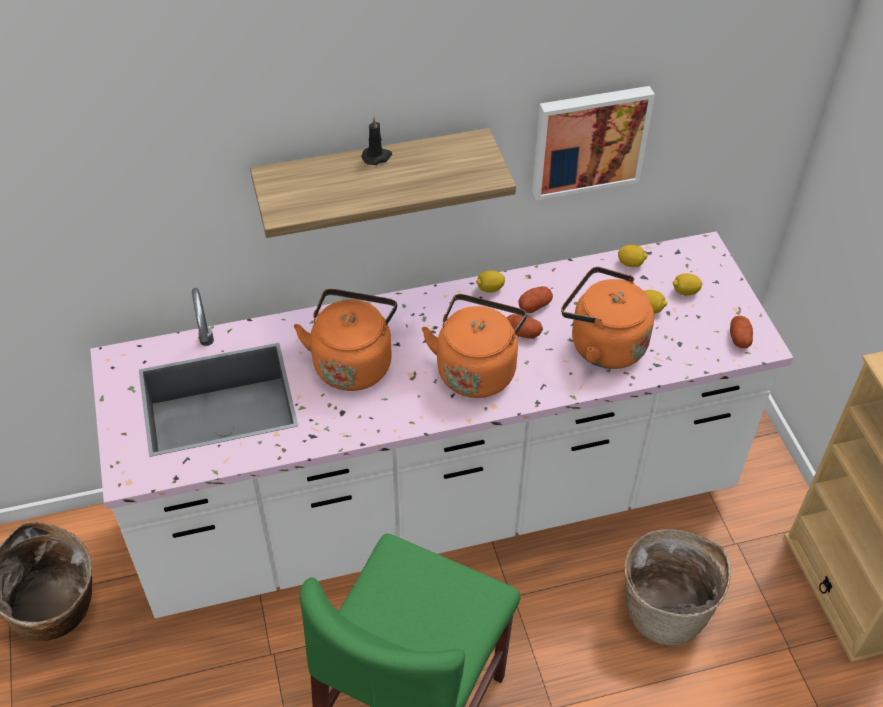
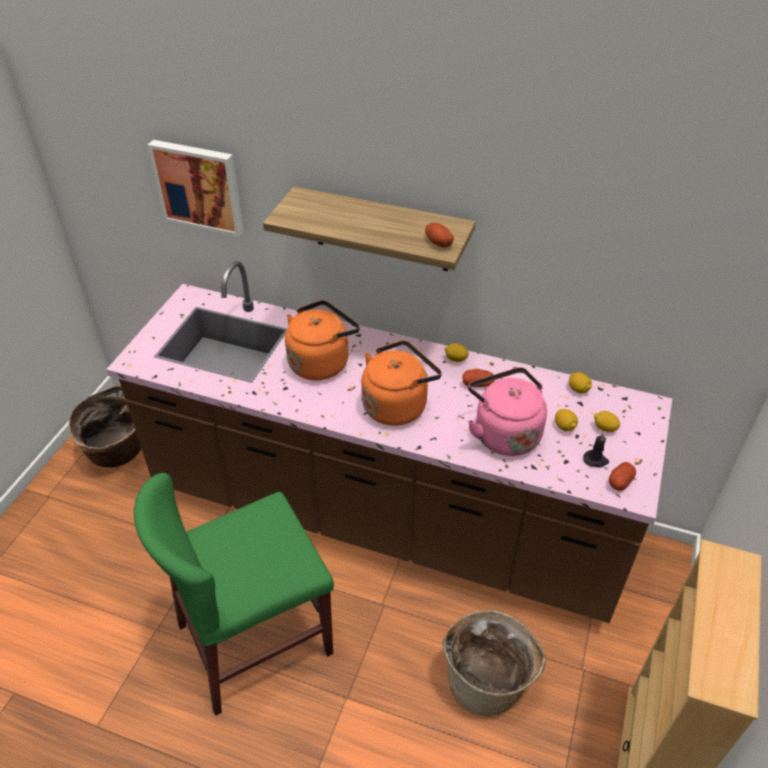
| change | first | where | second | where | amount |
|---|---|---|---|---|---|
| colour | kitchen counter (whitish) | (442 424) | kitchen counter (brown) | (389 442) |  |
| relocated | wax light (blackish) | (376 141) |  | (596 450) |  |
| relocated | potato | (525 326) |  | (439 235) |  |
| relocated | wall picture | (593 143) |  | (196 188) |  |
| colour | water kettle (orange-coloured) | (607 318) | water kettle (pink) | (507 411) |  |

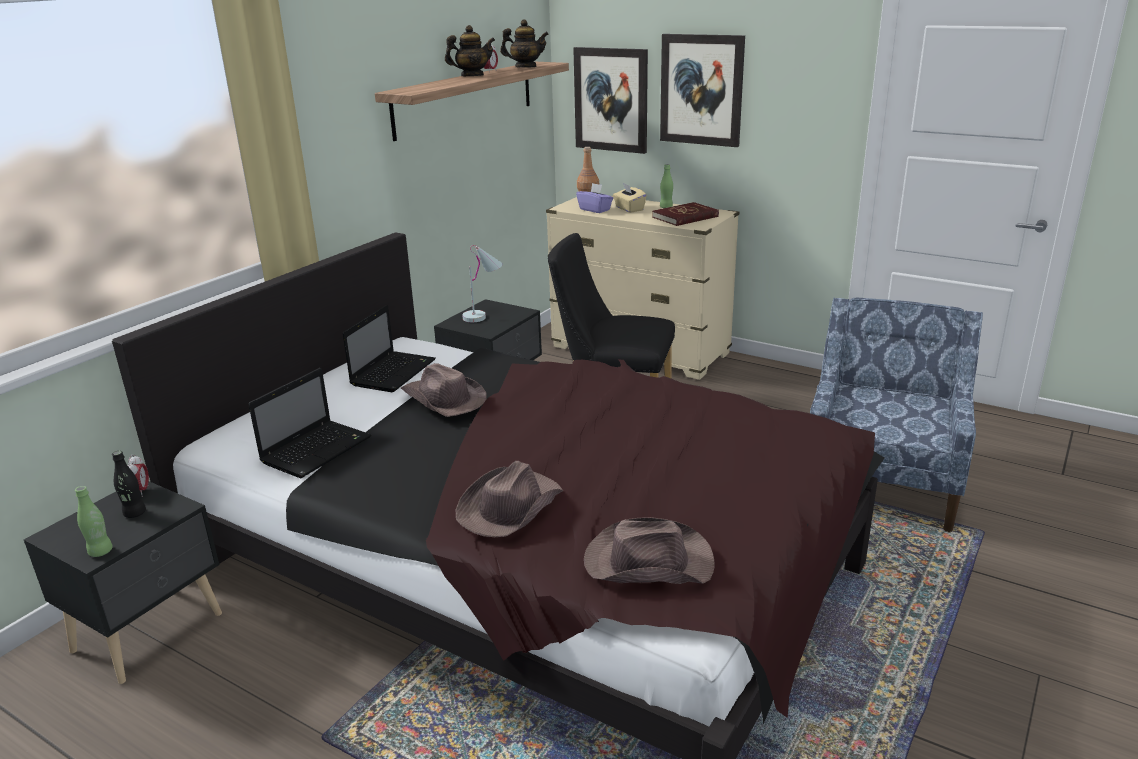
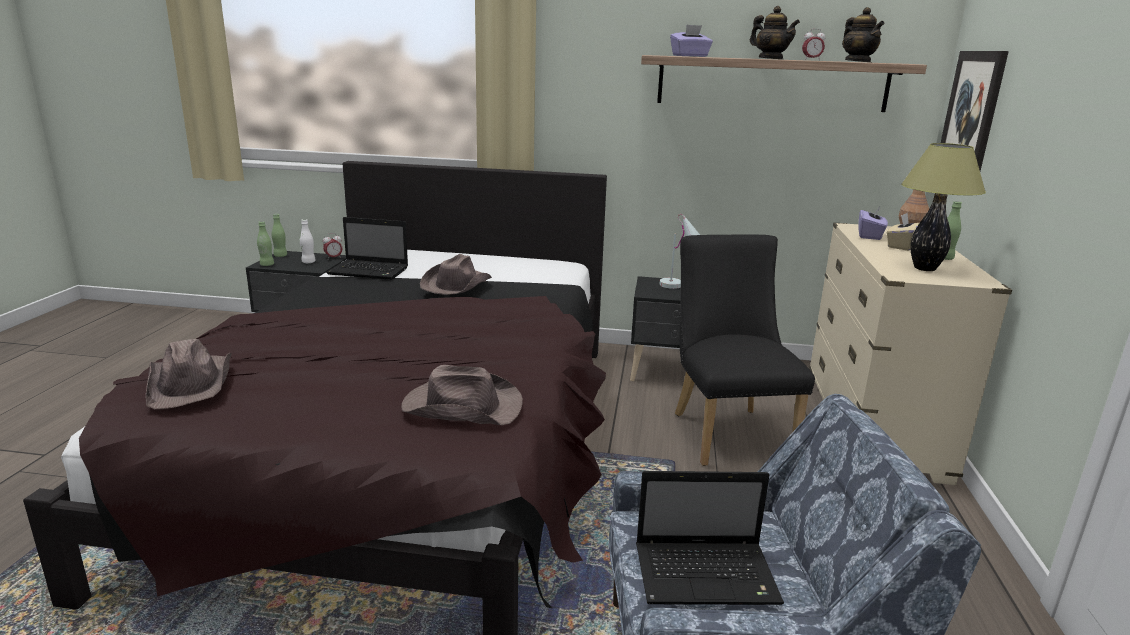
| change | first | where | second | where | amount |
|---|---|---|---|---|---|
| colour | drink bottle (blackish) | (129 484) | drink bottle (whitish) | (308 241) |  |
| relocated | notebook computer | (389 348) |  | (710 538) |  |
| relocated | clothing hat (brown) | (509 499) |  | (462 395) |  |
| exchanged | bound book (reddish) | (685 214) | table lamp | (943 207) |  |
| missing | wall picture | (702 90) |  |  |  |
| appeared |  |  | drink bottle (green) | (279 235) |  |
| appeared |  |  | box of tissues (purple-coloured) | (691 41) |  |

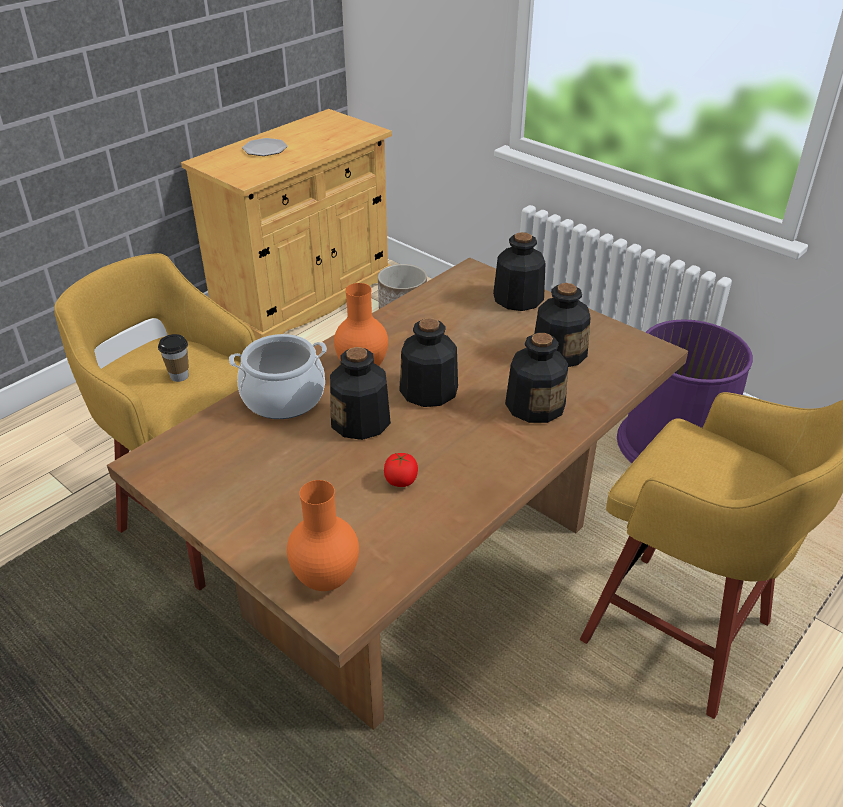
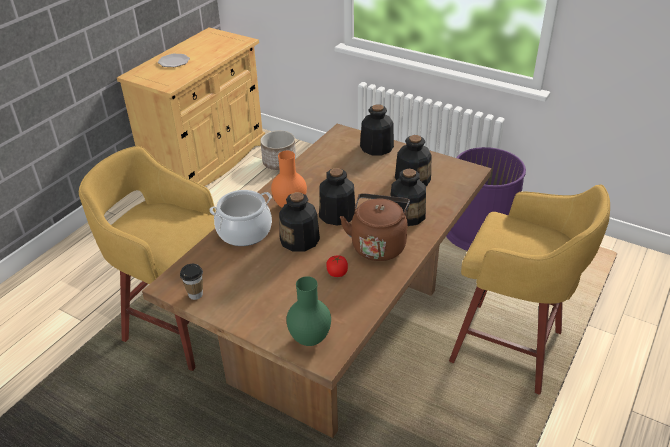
| change | first | where | second | where | amount |
|---|---|---|---|---|---|
| relocated | cup | (173 358) |  | (191 282) |  |
| colour | decorative vase (orange-coloured) | (323 535) | decorative vase (green) | (308 311) |  |
| appeared |  |  | water kettle (brown) | (375 227) |  |

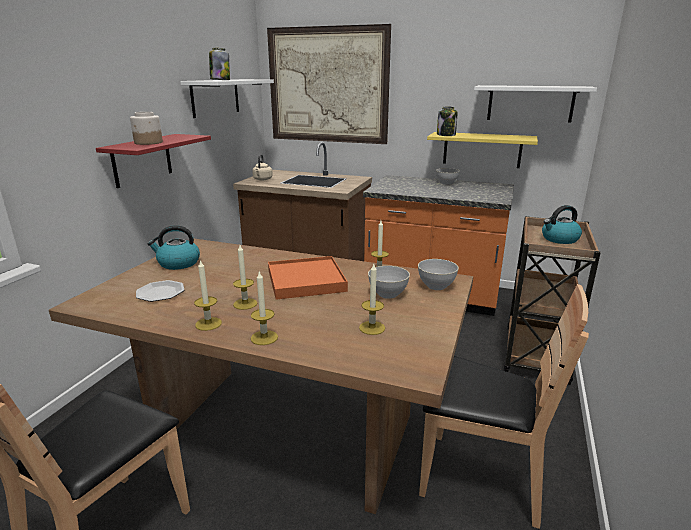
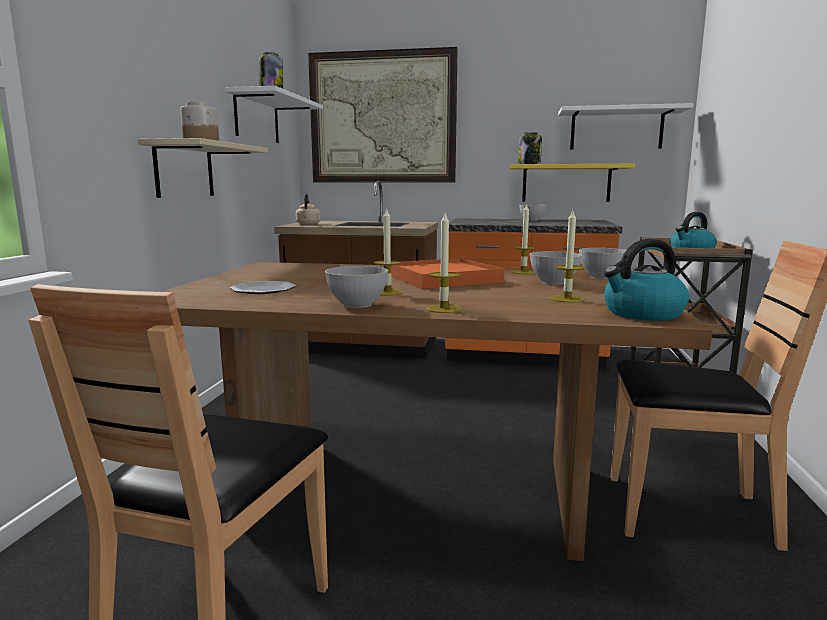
| change | first | where | second | where | amount |
|---|---|---|---|---|---|
| colour | shelf (reddish) | (153 161) | shelf (sand-coloured) | (203 168) |  |
| relocated | water kettle | (173 247) |  | (646 280) |  |
| exchanged | wax light | (208 295) | serving bowl (gray) | (356 287) |  |

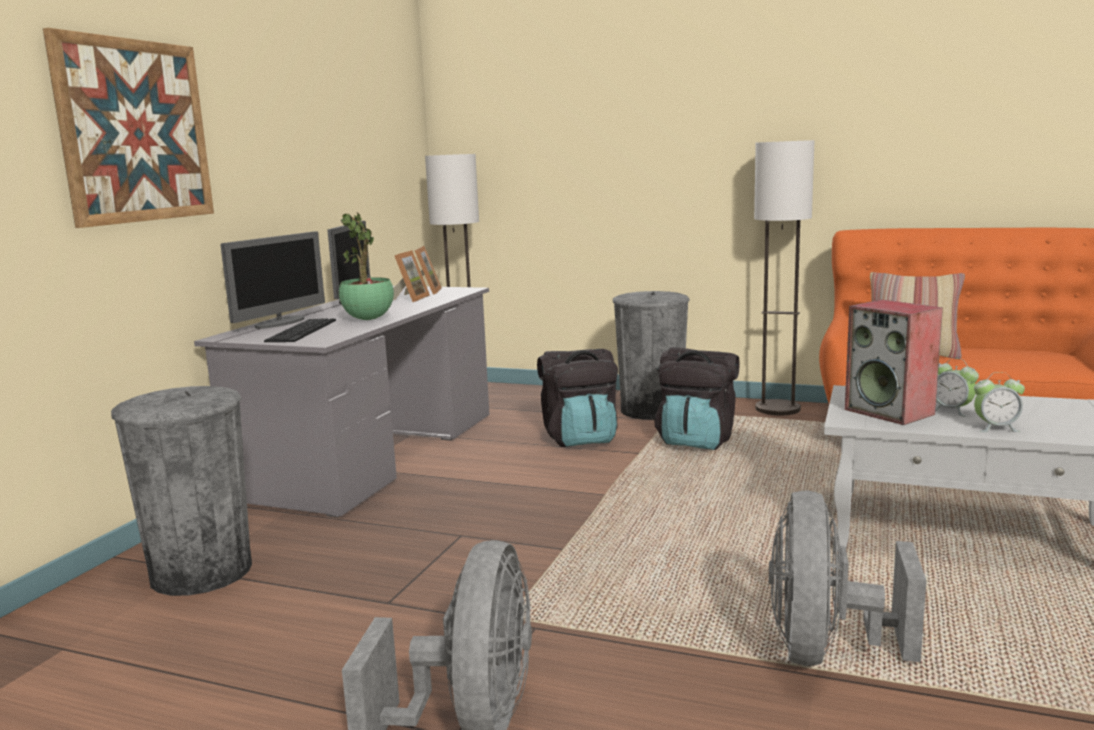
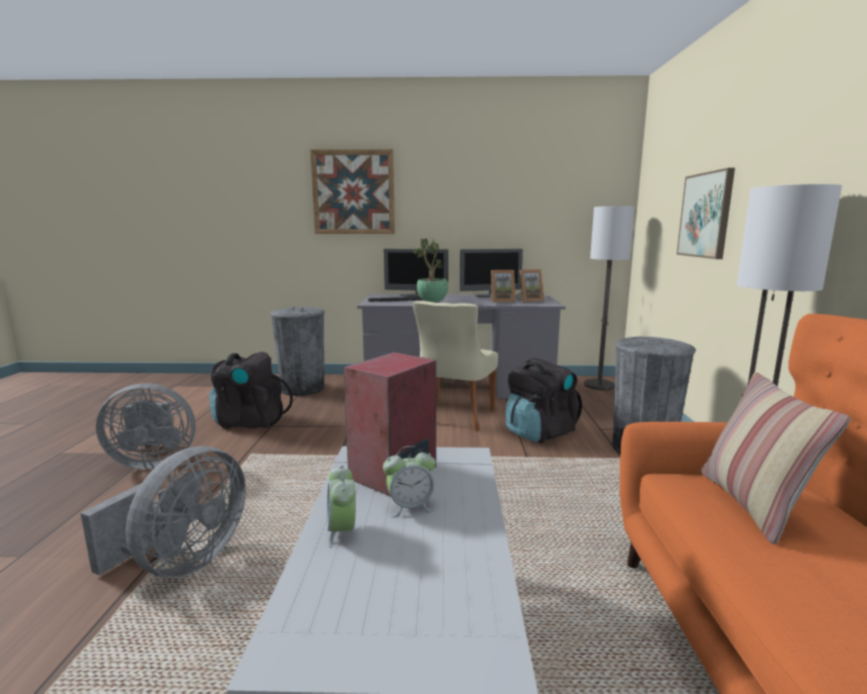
| change | first | where | second | where | amount |
|---|---|---|---|---|---|
| relocated | knapsack (blackish) | (697 398) |  | (251 390) |  |
| spun | electric fan (gray) | (847 578) |  | (163 511) | 120 degrees clockwise |
| spun | alarm clock | (957 387) |  | (409 482) | 135 degrees counterclockwise |
| appeared |  |  | chair (sand-coloured) | (455 366) |  |
| appeared |  |  | wall picture | (706 213) |  |

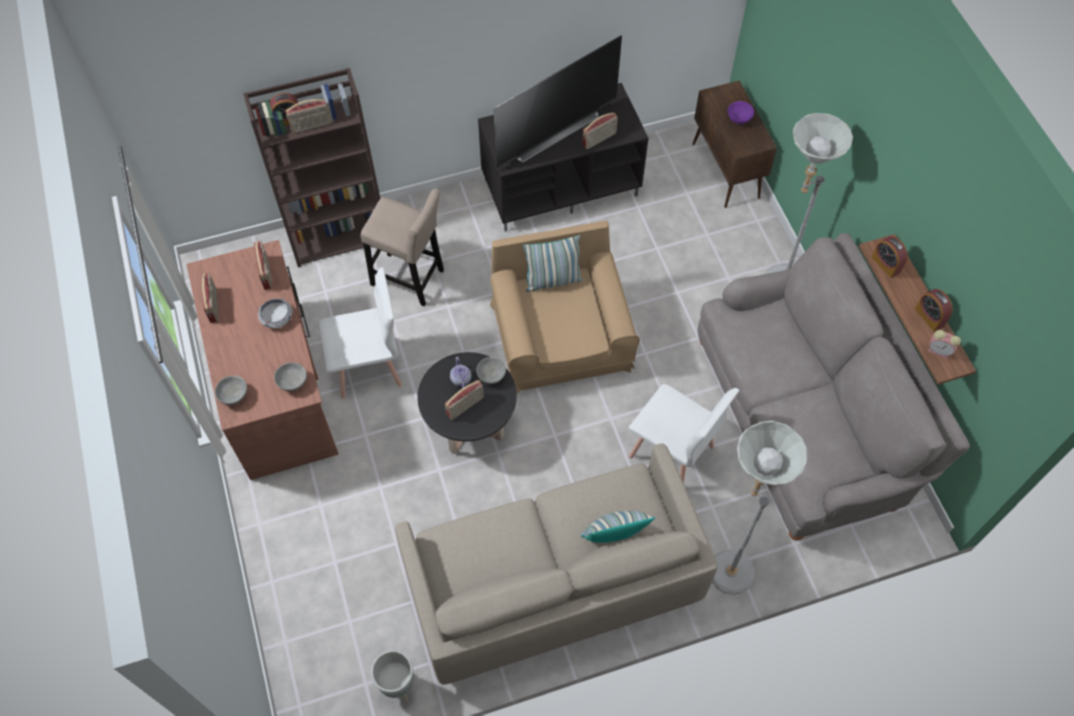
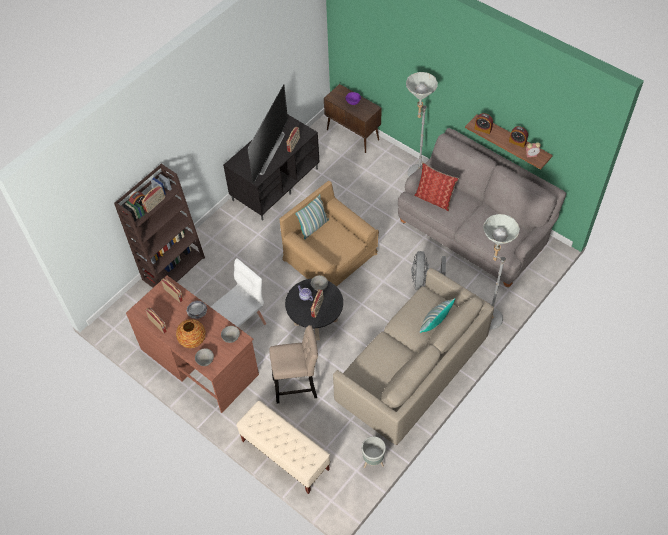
| change | first | where | second | where | amount |
|---|---|---|---|---|---|
| relocated | sitting stool (sand-coloured) | (402 247) |  | (293 364) |  |
| exchanged | chair (whitish) | (684 433) | electric fan (gray) | (428 270) |  |
| appeared |  |  | decorative vase | (190 333) |  |
| appeared |  |  | long seat (sand-coloured) | (283 447) |  |
| appeared |  |  | cushion | (436 187) |  |

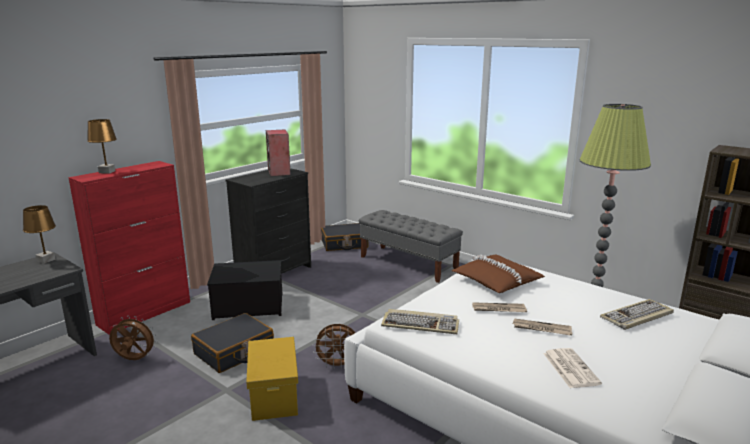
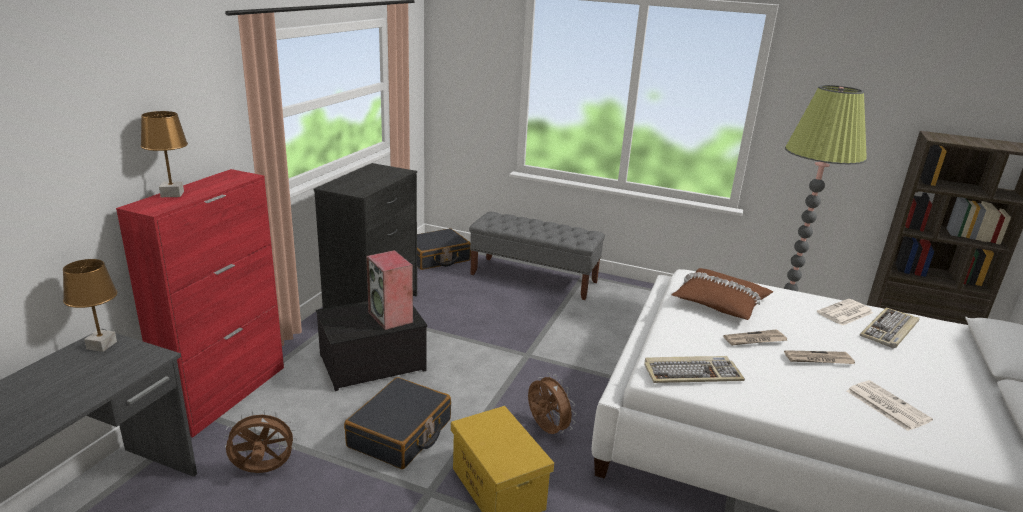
| change | first | where | second | where | amount |
|---|---|---|---|---|---|
| relocated | speaker | (278 153) |  | (389 290) |  |
| spun | electric fan (brown) | (334 346) |  | (552 403) | 105 degrees counterclockwise |
| appeared |  |  | daily paper | (845 312) |  |

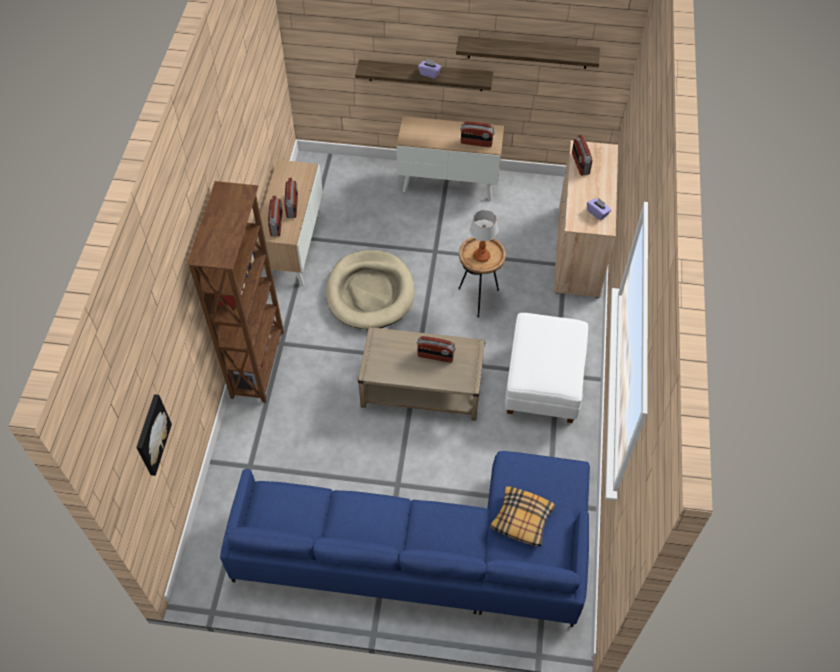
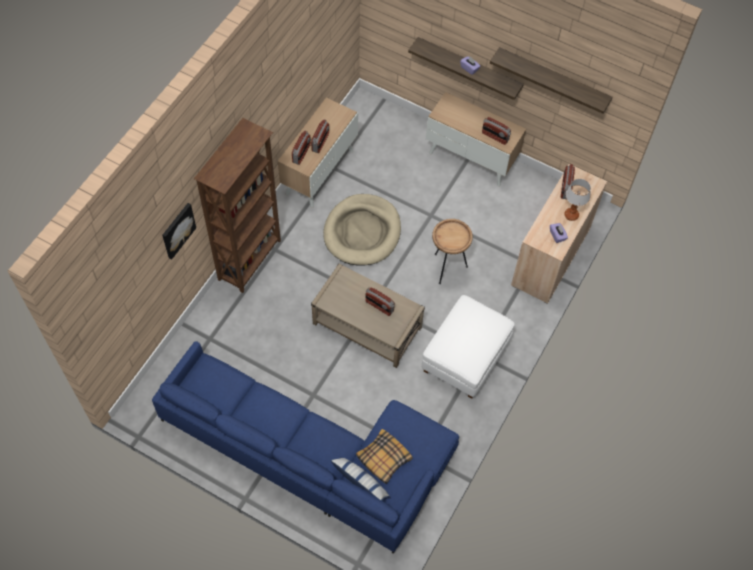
| change | first | where | second | where | amount |
|---|---|---|---|---|---|
| relocated | wall picture | (154 435) |  | (179 231) |  |
| relocated | table lamp | (484 236) |  | (577 200) |  |
| appeared |  |  | cushion | (360 479) |  |

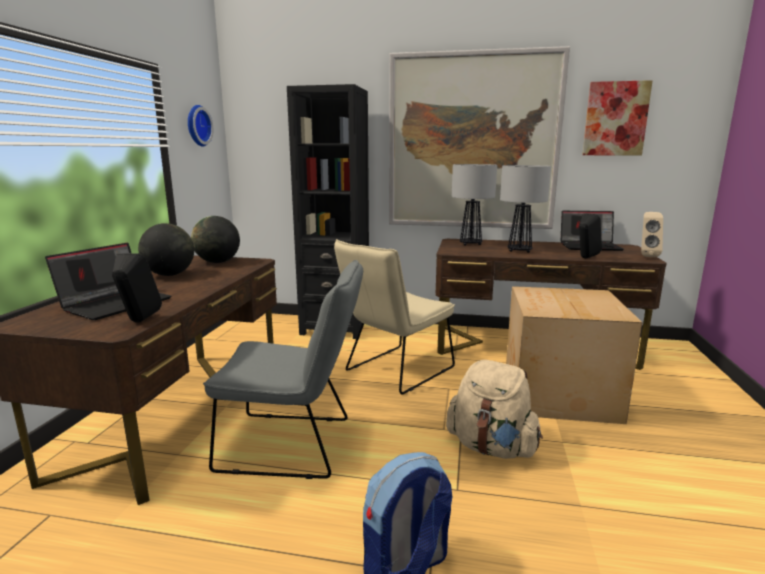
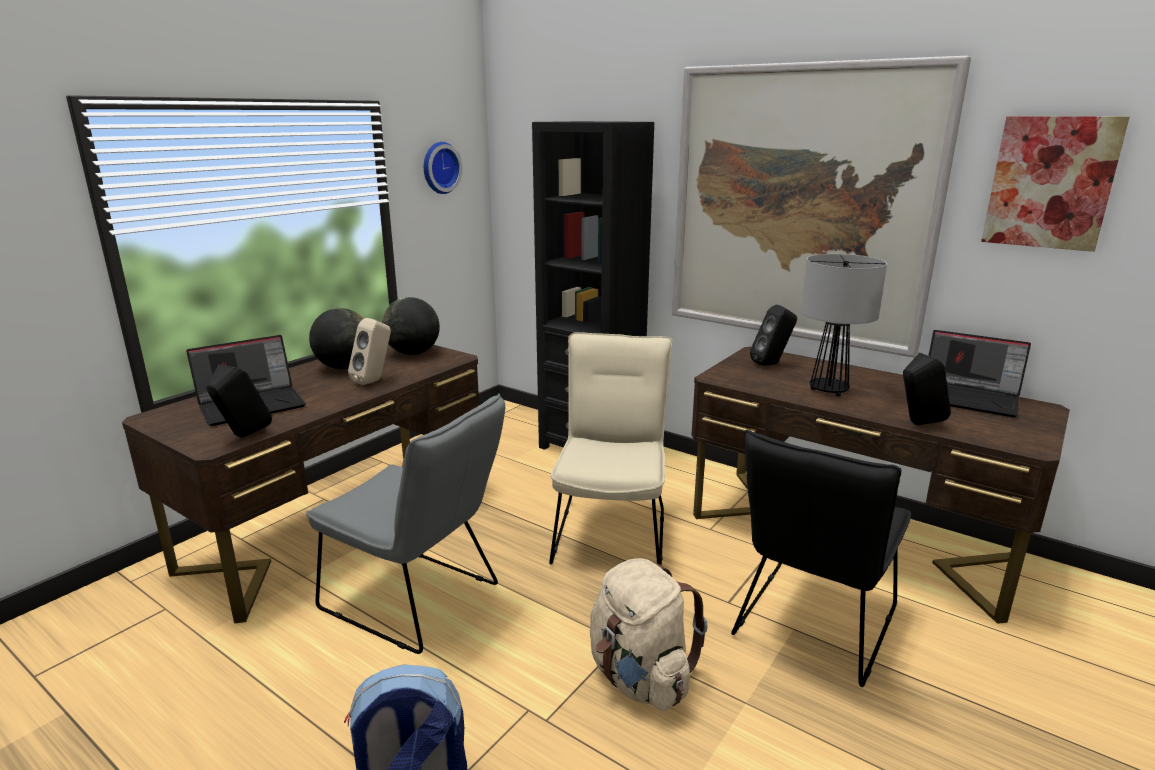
| change | first | where | second | where | amount |
|---|---|---|---|---|---|
| spun | chair (sand-coloured) | (394 316) |  | (611 448) | 120 degrees clockwise |
| exchanged | table lamp | (474 205) | speaker (blackish) | (773 335) |  |
| exchanged | cardboard box | (574 355) | chair (blackish) | (821 558) |  |
| relocated | speaker (sand-coloured) | (652 234) |  | (369 351) |  |

